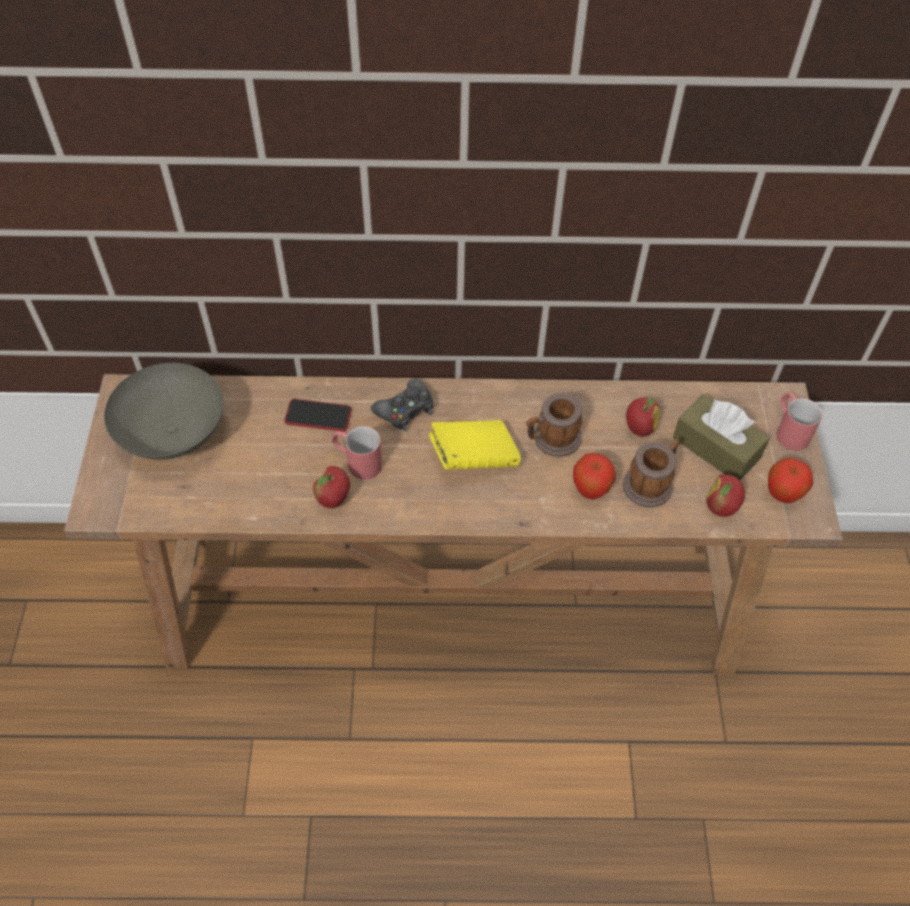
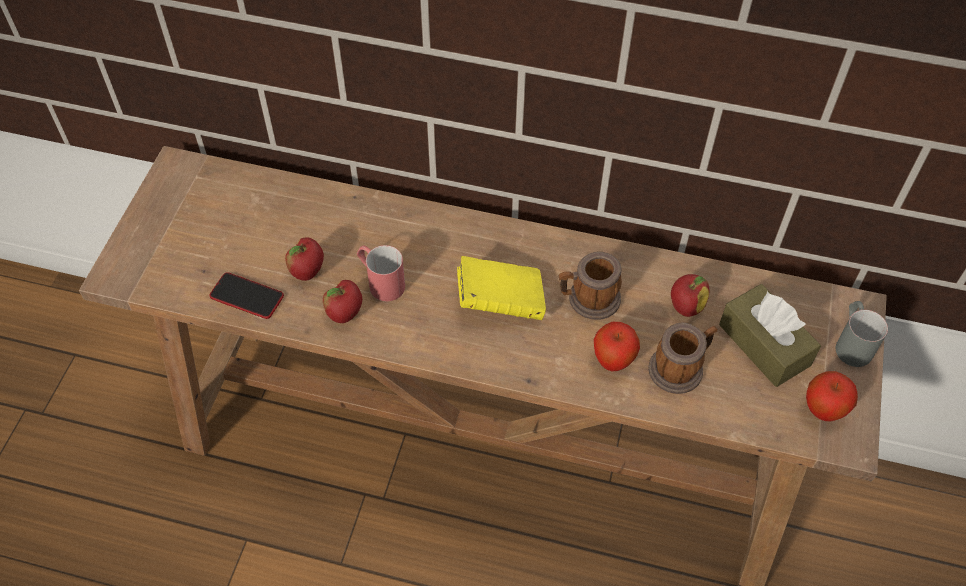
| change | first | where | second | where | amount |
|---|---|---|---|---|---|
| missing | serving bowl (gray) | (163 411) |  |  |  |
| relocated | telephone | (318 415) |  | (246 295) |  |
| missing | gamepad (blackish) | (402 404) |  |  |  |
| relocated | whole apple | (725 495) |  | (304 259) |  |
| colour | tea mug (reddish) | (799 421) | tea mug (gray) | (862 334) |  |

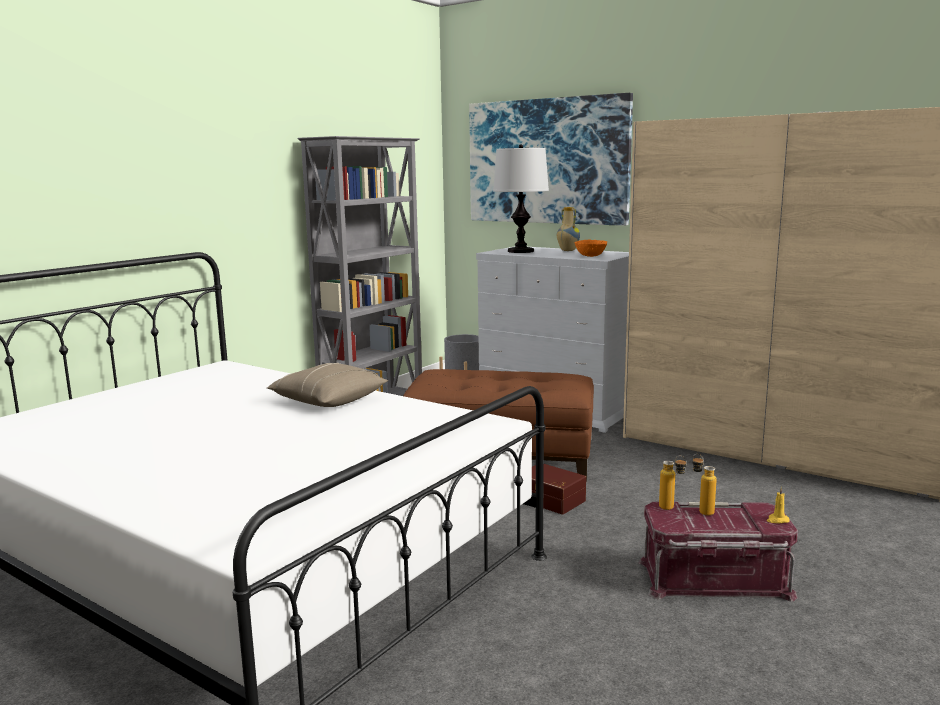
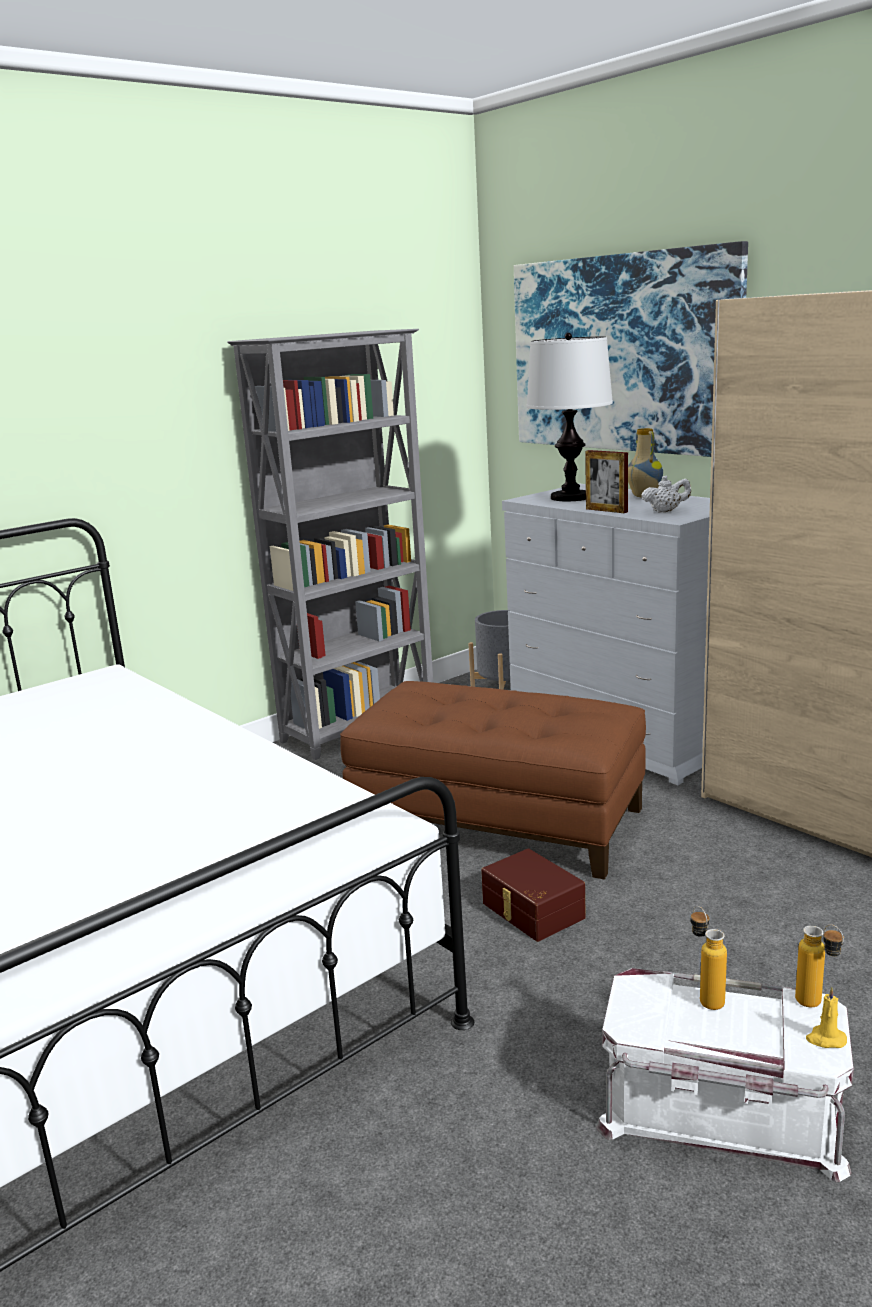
| change | first | where | second | where | amount |
|---|---|---|---|---|---|
| missing | cushion (sand-coloured) | (327 385) |  |  |  |
| exchanged | serving bowl (orange-coloured) | (591 248) | pot for tea (whitish) | (666 493) |  |
| colour | storage bin (reddish) | (718 552) | storage bin (whitish) | (725 1075) |  |
| relocated | drink bottle | (673 483) |  | (819 966) |  |
| appeared |  |  | standing frame | (606 481) |  |

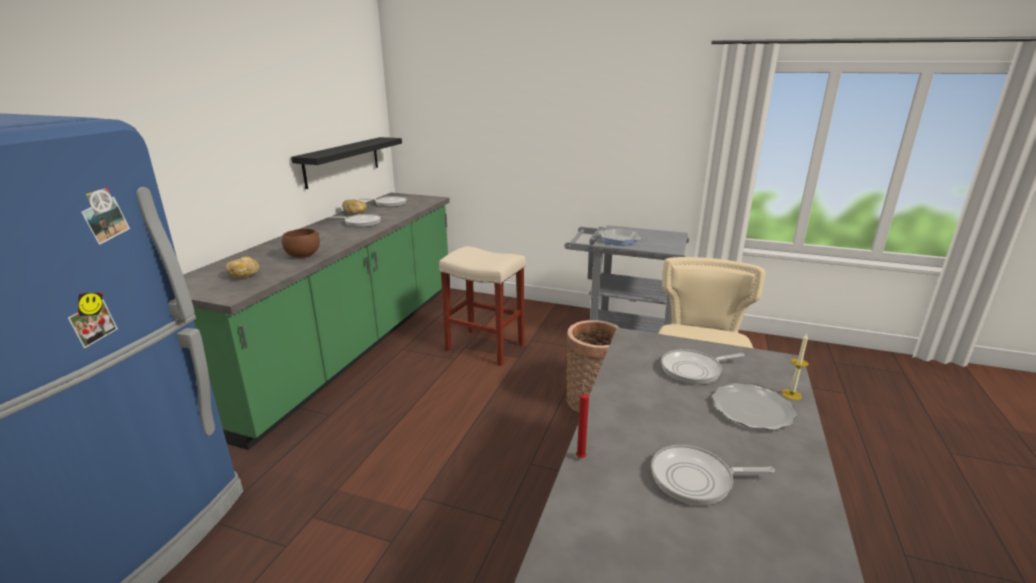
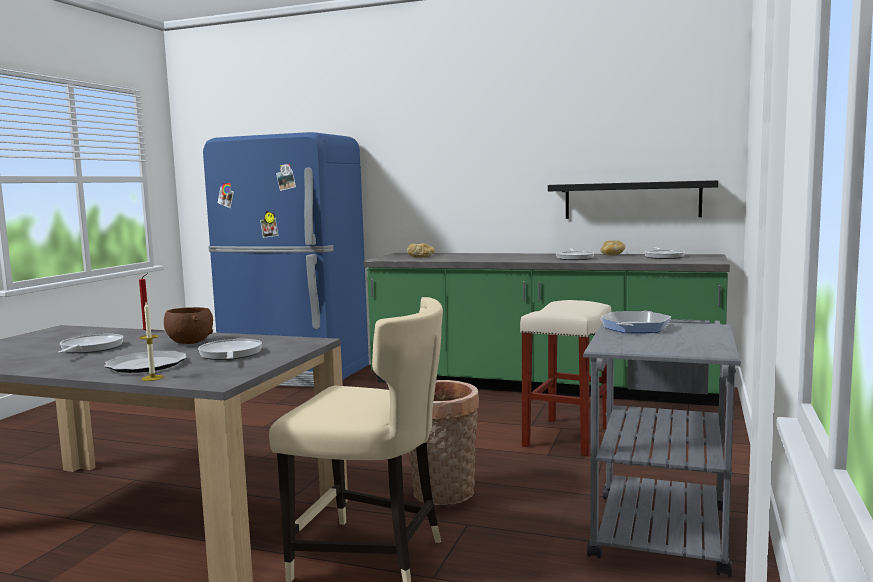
| change | first | where | second | where | amount |
|---|---|---|---|---|---|
| relocated | serving bowl (brown) | (301 243) |  | (188 325) |  |

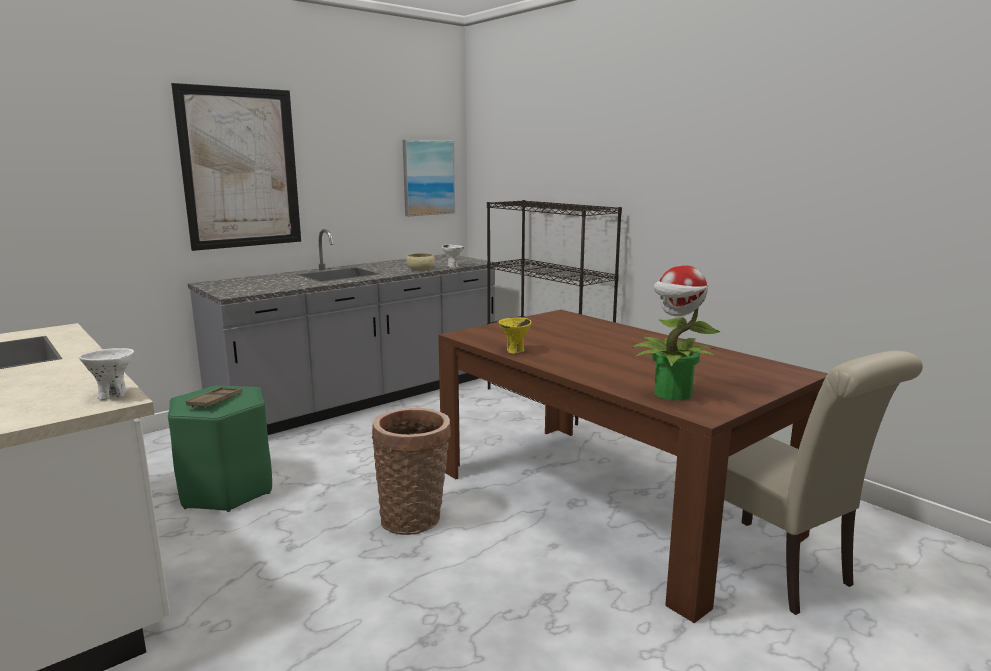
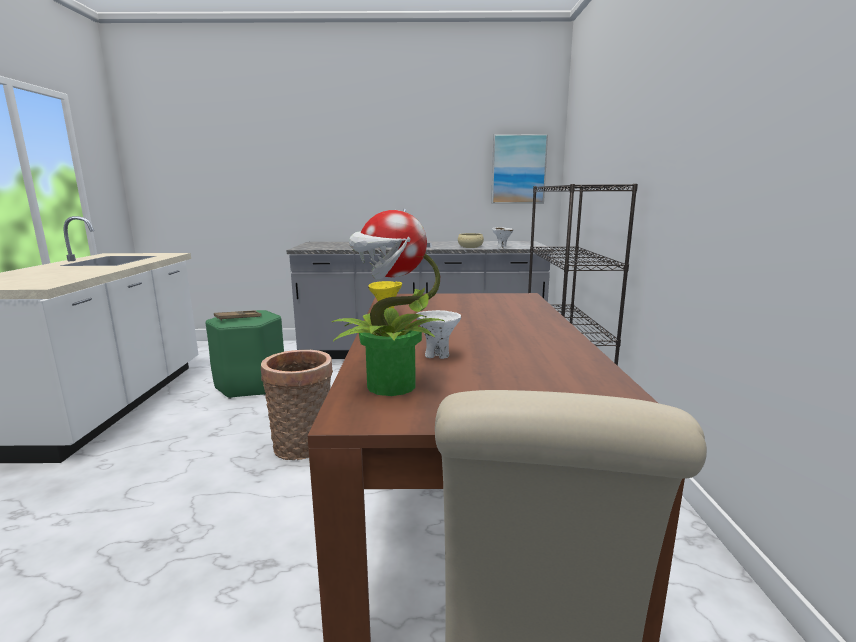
| change | first | where | second | where | amount |
|---|---|---|---|---|---|
| relocated | serving bowl (whitish) | (106 374) |  | (438 334) |  |
| missing | wall picture | (236 167) |  |  |  |

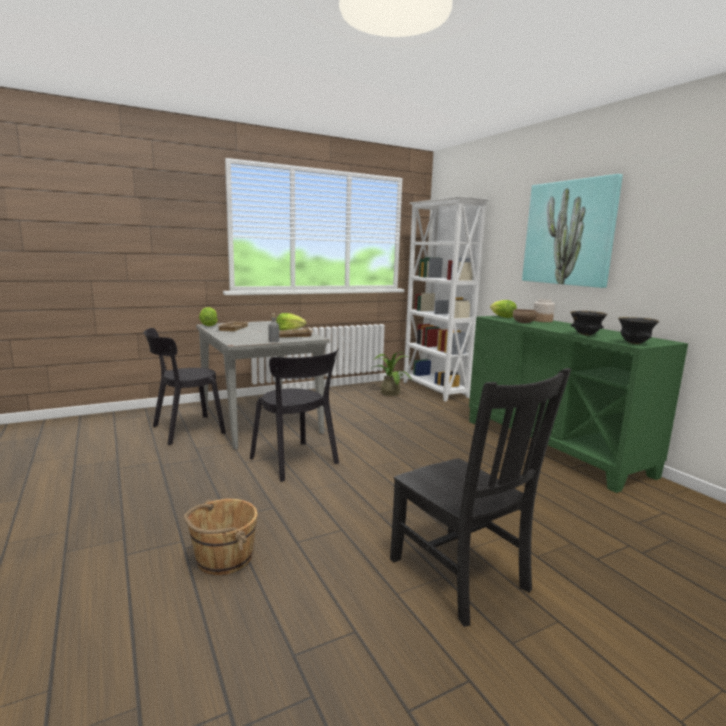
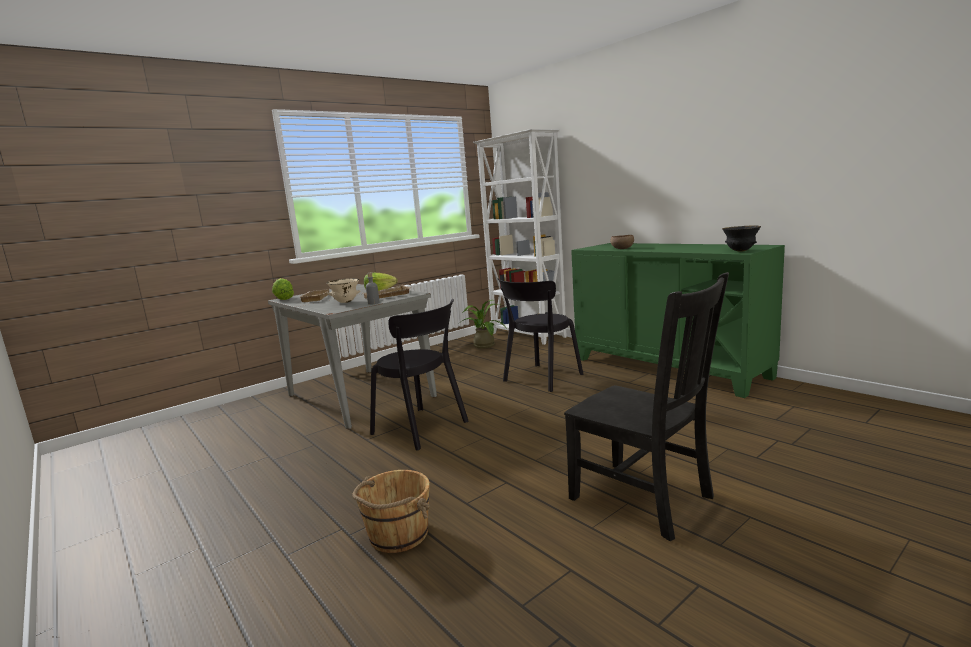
| change | first | where | second | where | amount |
|---|---|---|---|---|---|
| relocated | chair (blackish) | (184 386) |  | (540 335) |  |
| missing | head of lettuce | (503 309) |  |  |  |
| missing | wall picture | (572 231) |  |  |  |
| missing | storage jar | (544 310) |  |  |  |
| missing | serving bowl (blackish) | (588 323) |  |  |  |
| appeared |  |  | serving bowl (sand-coloured) | (343 290) |  |

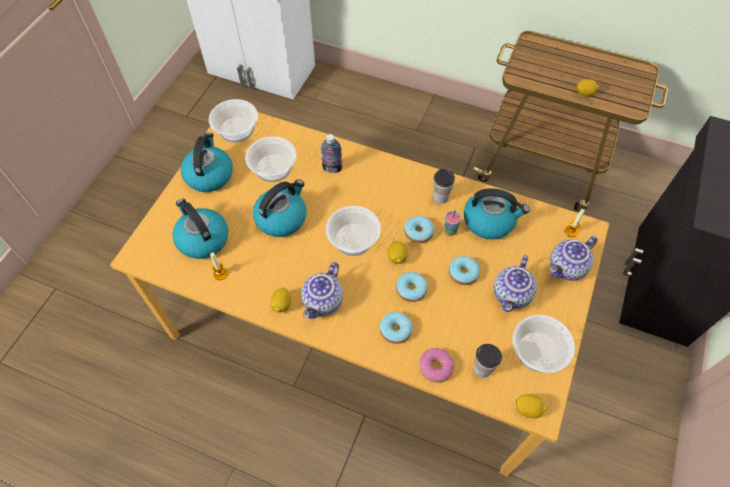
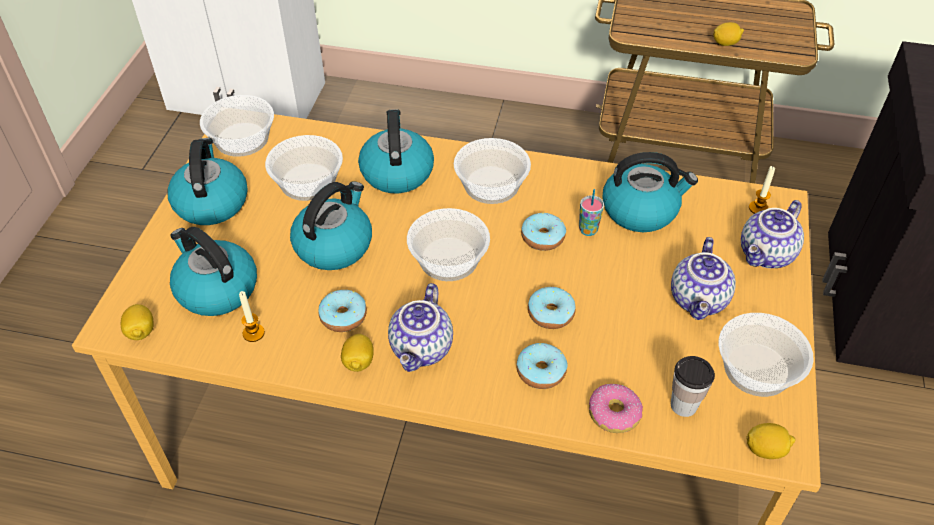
| change | first | where | second | where | amount |
|---|---|---|---|---|---|
| exchanged | drink bottle | (331 153) | water kettle | (396 151) |  |
| relocated | whole lemon | (398 252) |  | (137 322) |  |
| missing | cup | (444 186) |  |  |  |
| relocated | ring doughnut | (464 270) |  | (343 311) |  |
| appeared |  |  | serving bowl | (492 171) |  |

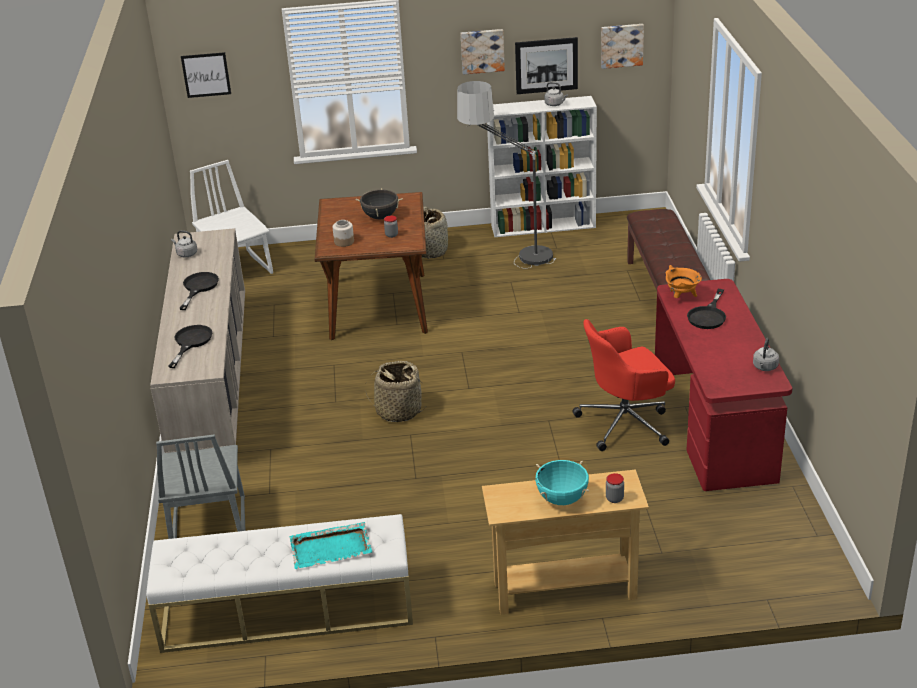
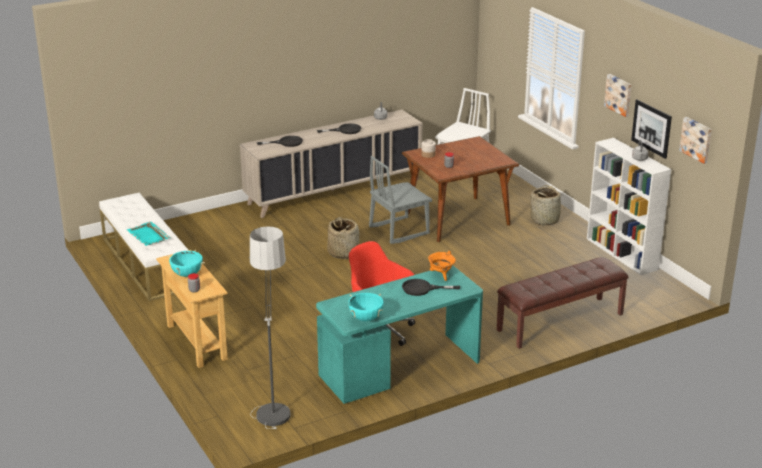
| change | first | where | second | where | amount |
|---|---|---|---|---|---|
| relocated | chair (gray) | (201 487) |  | (400 200) |  |
| missing | wall picture | (206 75) |  |  |  |
| missing | stockpot (blackish) | (379 203) |  |  |  |
| relocated | standing lamp | (506 175) |  | (269 327) |  |
| colour | desk (reddish) | (724 385) | desk (turquoise) | (399 334) |  |
| exchanged | water kettle (gray) | (766 354) | stockpot (turquoise) | (366 307) |  |

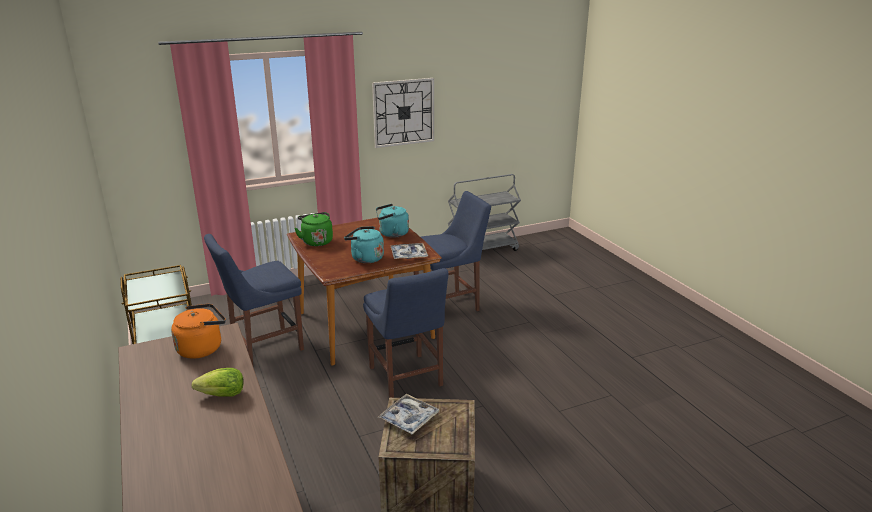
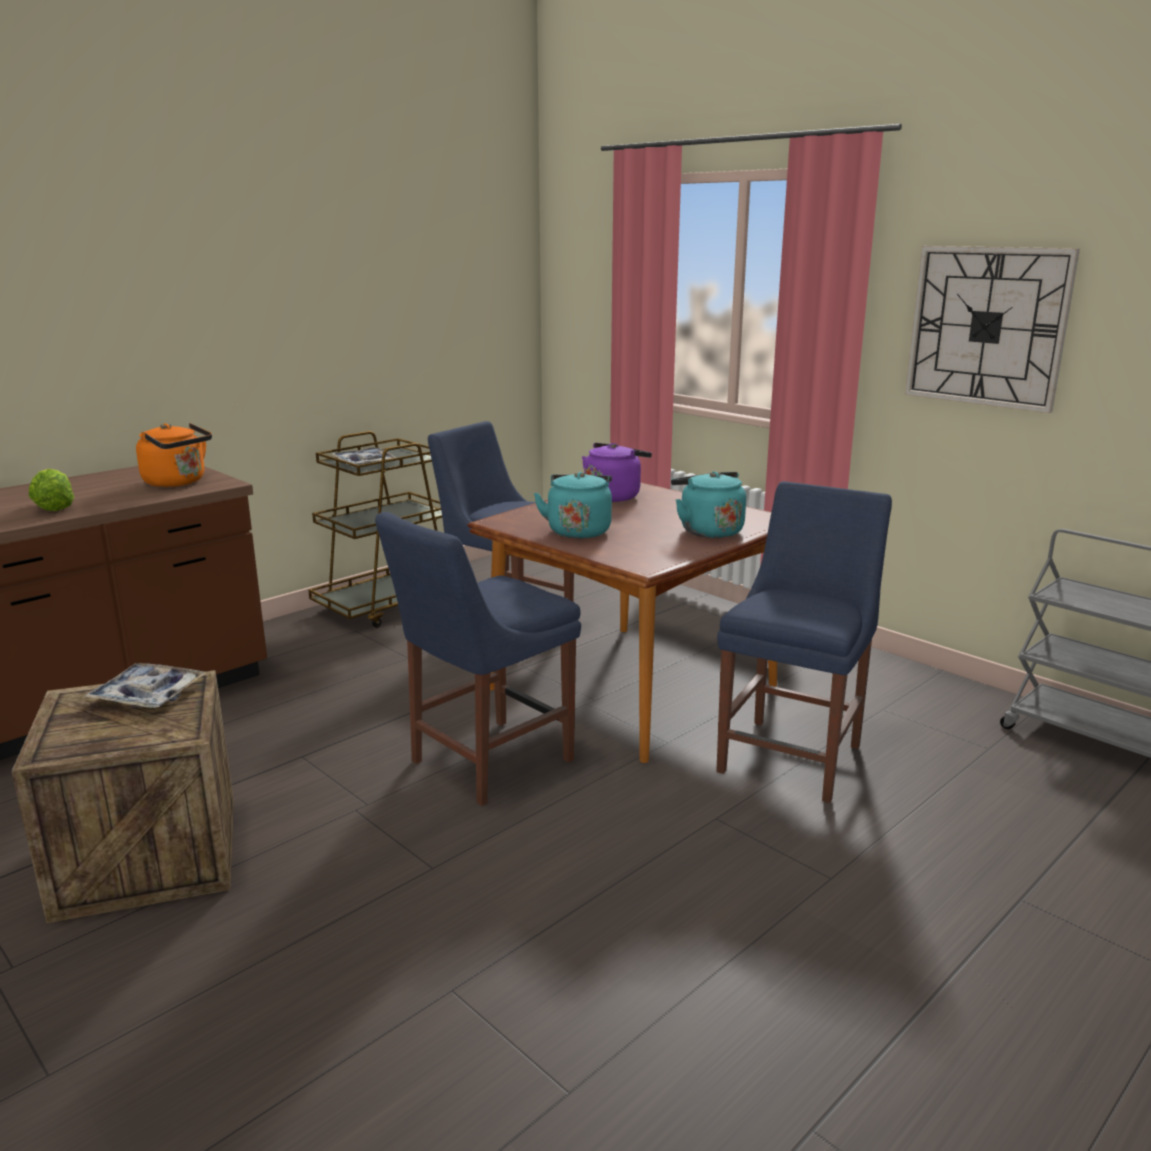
| change | first | where | second | where | amount |
|---|---|---|---|---|---|
| colour | water kettle (green) | (314 229) | water kettle (purple-coloured) | (617 472) |  |
| relocated | carrying tray | (409 251) |  | (364 457) |  |
| spun | chair (blue-coloured) | (452 251) |  | (804 642) | 105 degrees counterclockwise |

